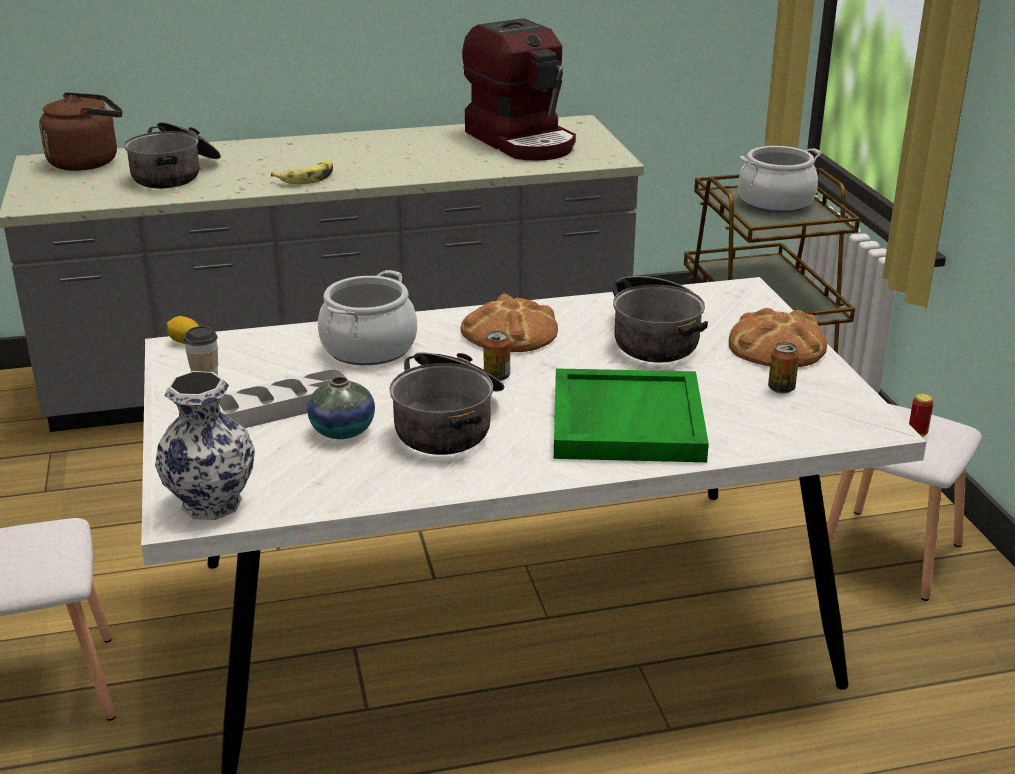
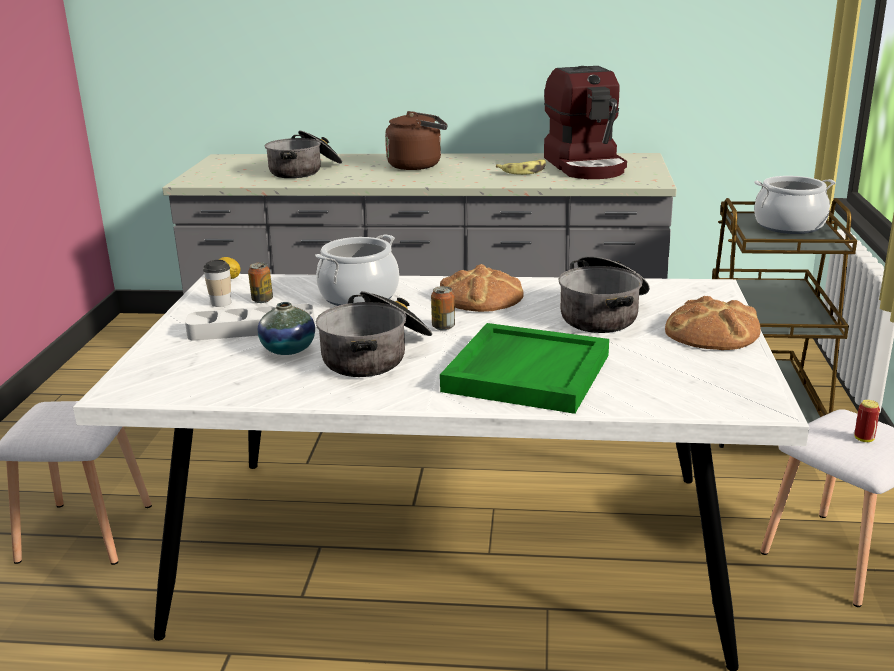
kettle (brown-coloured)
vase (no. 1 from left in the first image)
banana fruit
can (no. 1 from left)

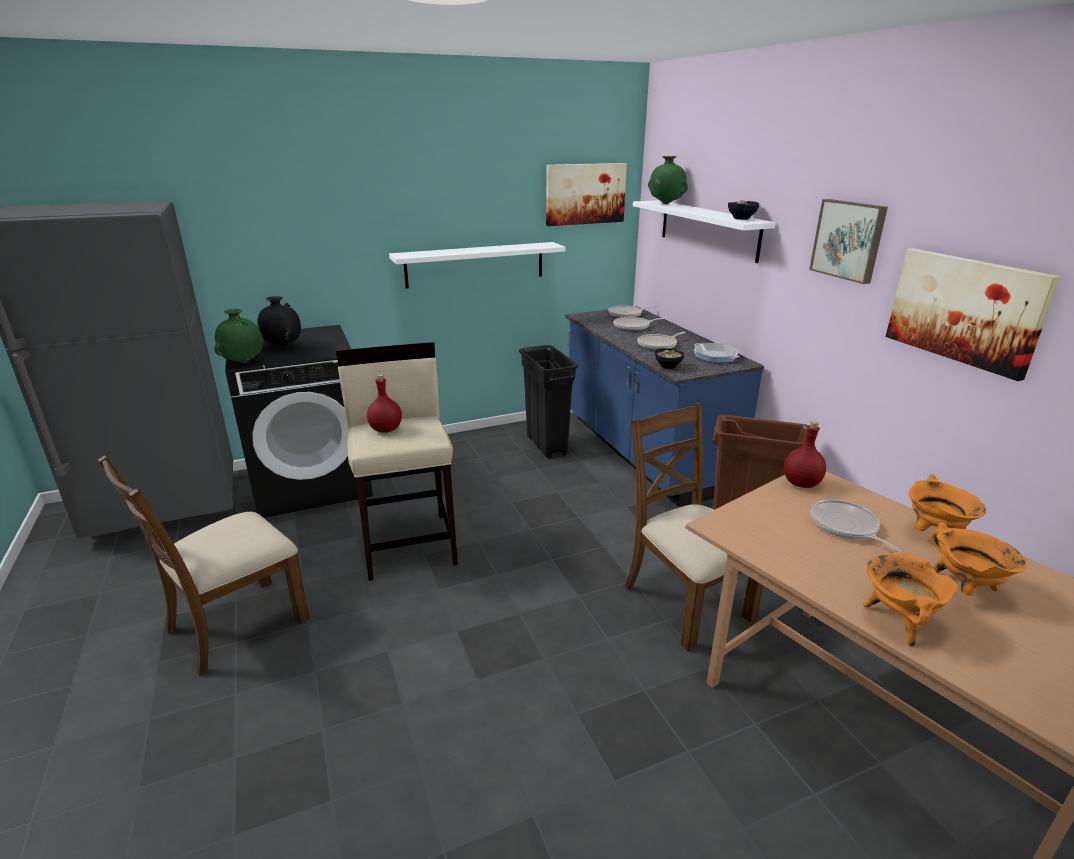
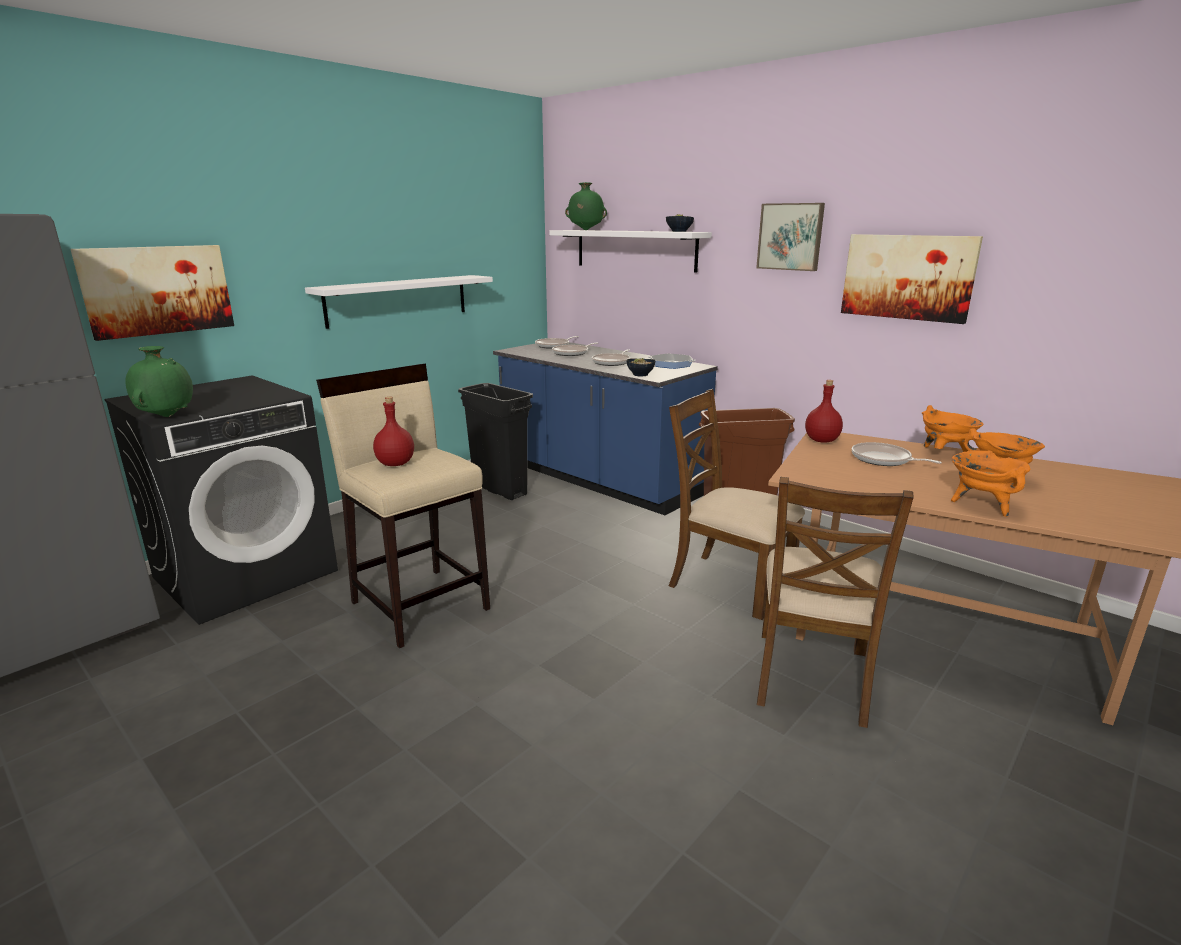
upright chair (brown-coloured) (no. 2 from left)
vase (black)
picture (no. 1 from left)

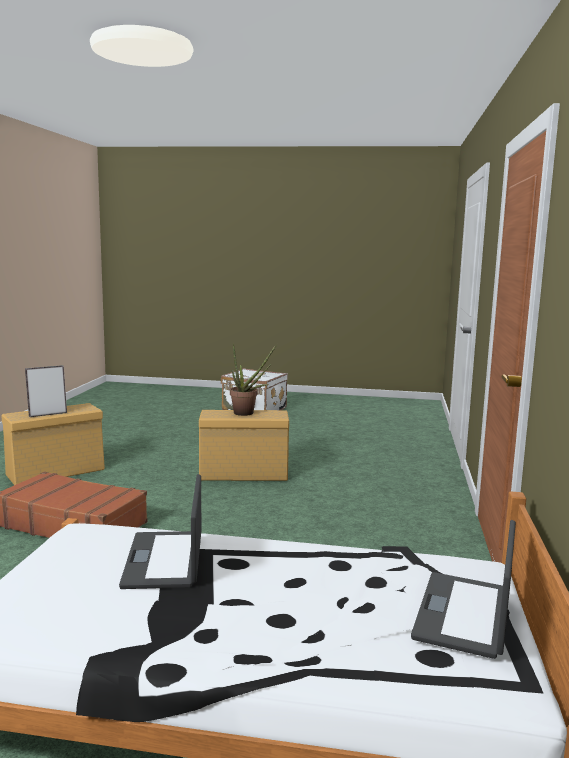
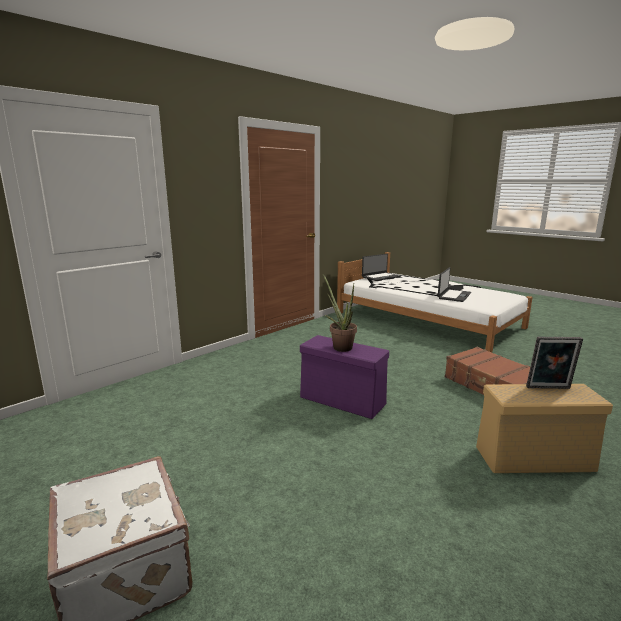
storage box (purple)

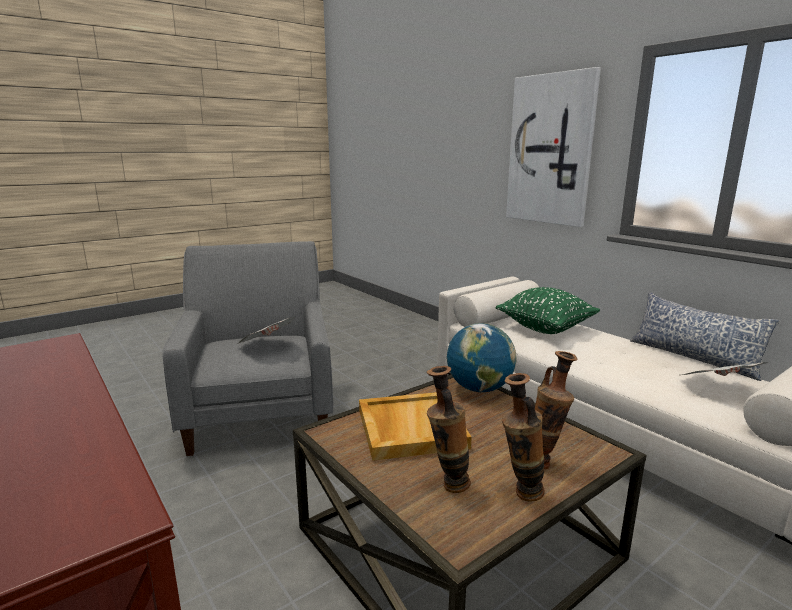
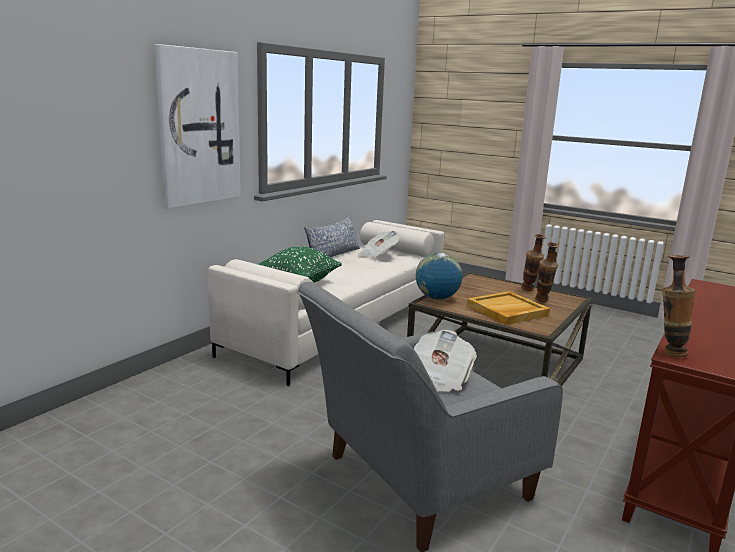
vase (no. 3 from left)

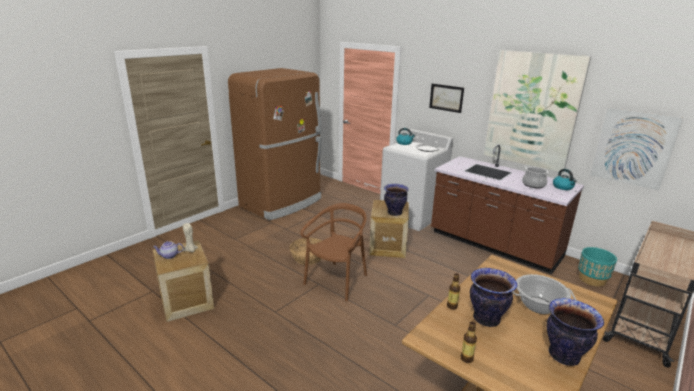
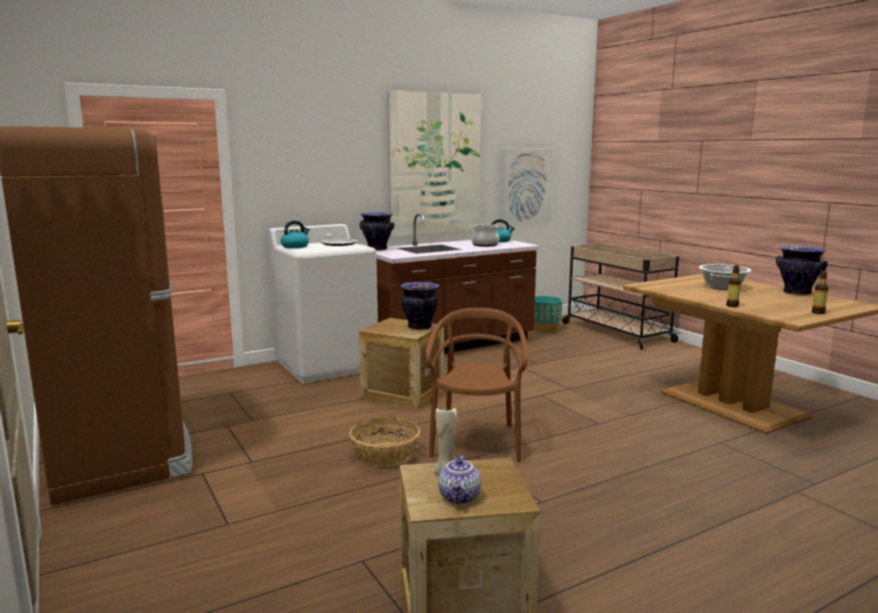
upright chair (brown-coloured)
picture (no. 1 from left in the first image)
vase (no. 1 from left)

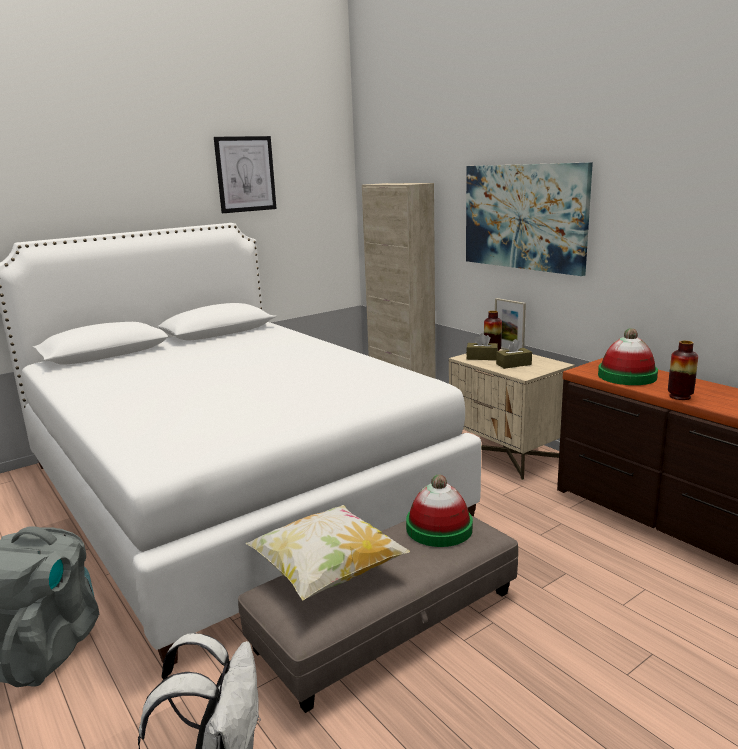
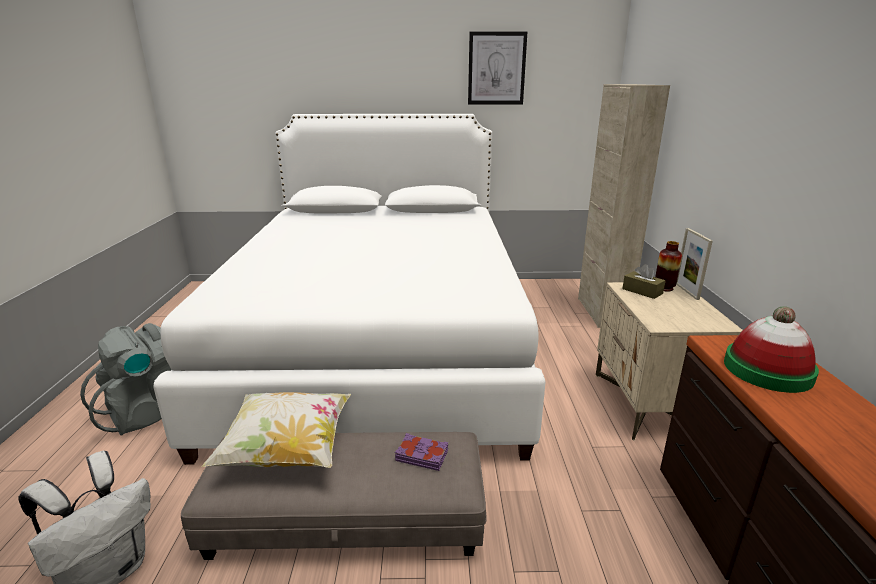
volume (purple)
picture (no. 2 from left in the first image)
tissue box (brown-coloured) (no. 2 from left in the first image)
vase (no. 2 from left in the first image)

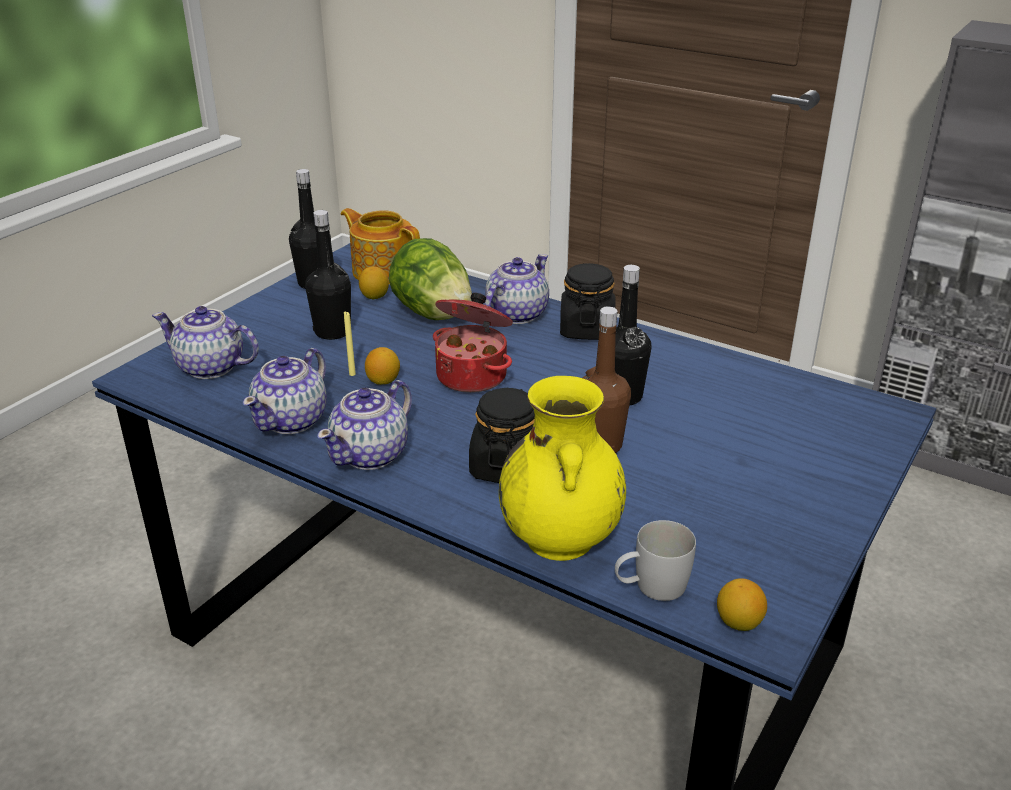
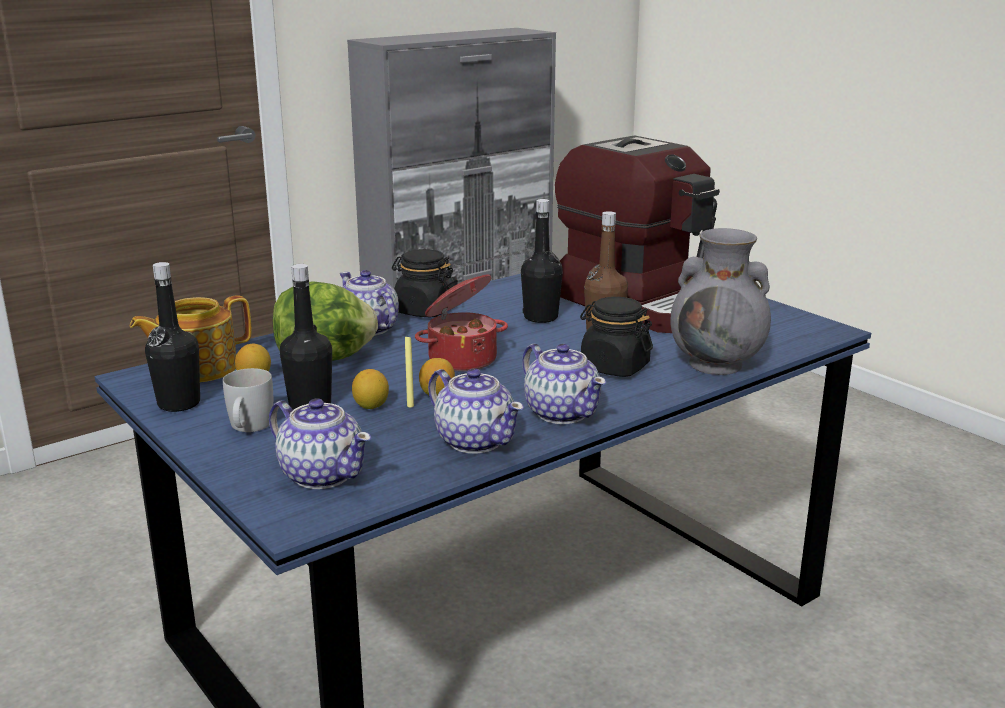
tea pot (no. 2 from left)
vase (grey)
mug (white)
citrus fruit (no. 2 from left)
coffee brewer

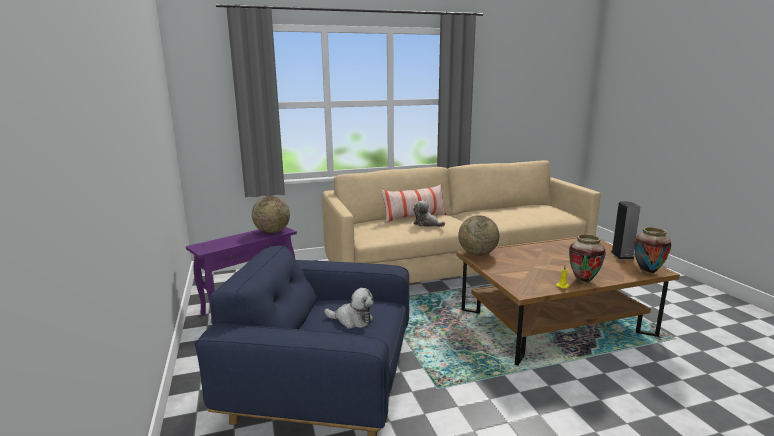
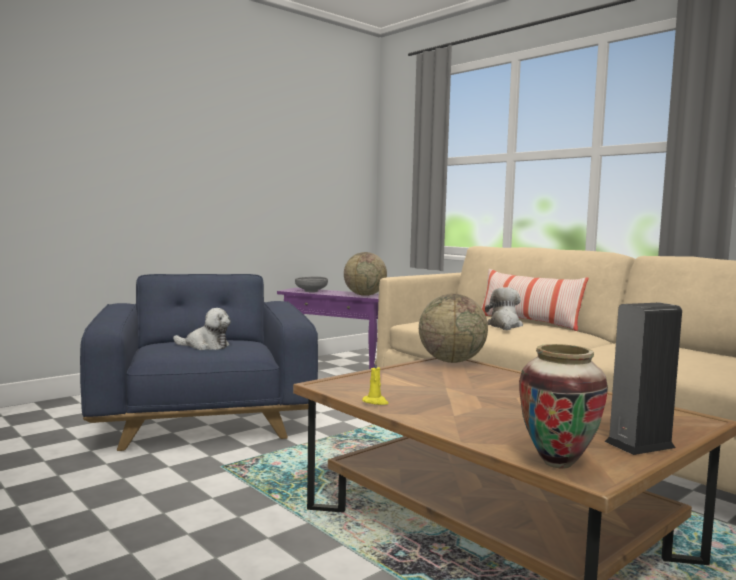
soft toy (no. 1 from left)
vase (no. 1 from left in the first image)
bowl (grey)

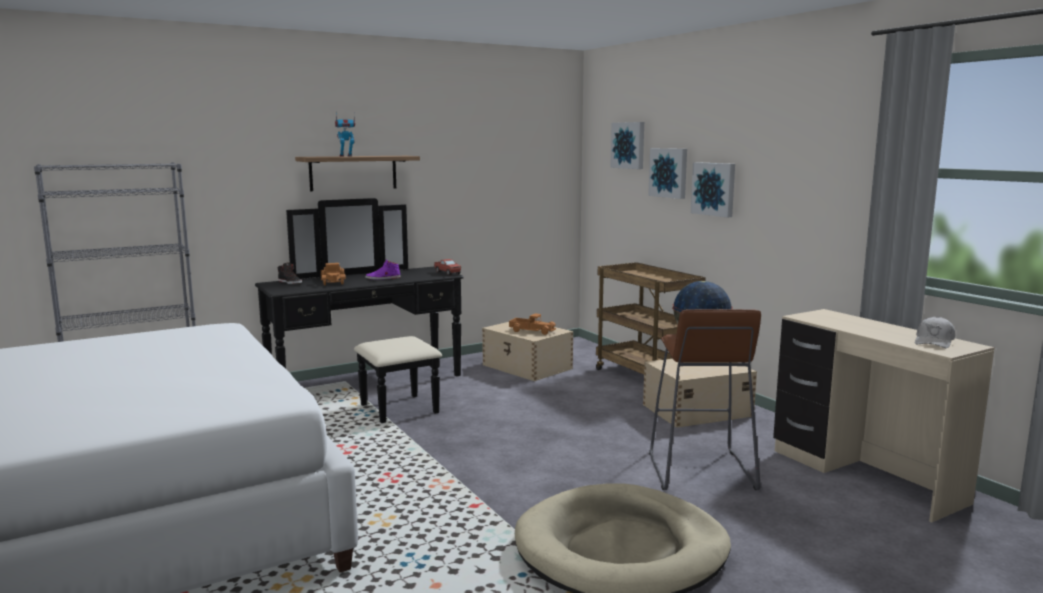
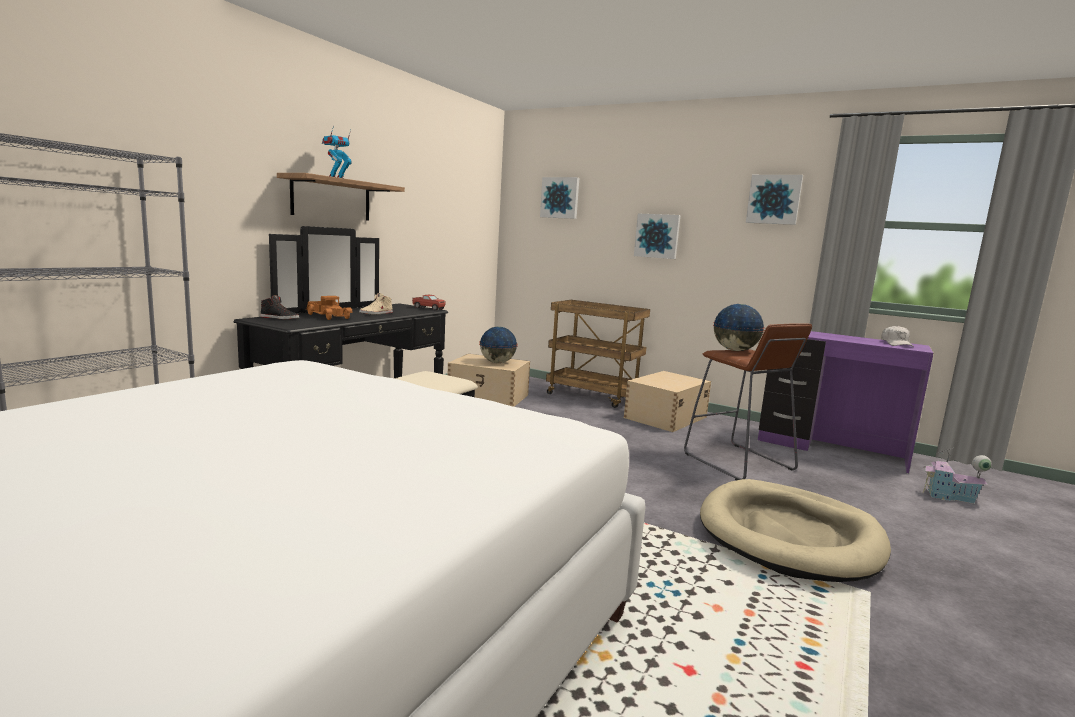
item of footwear (beige-coloured)
desk globe (no. 1 from left)
picture (no. 3 from left)
desk table (purple)
miniature house

